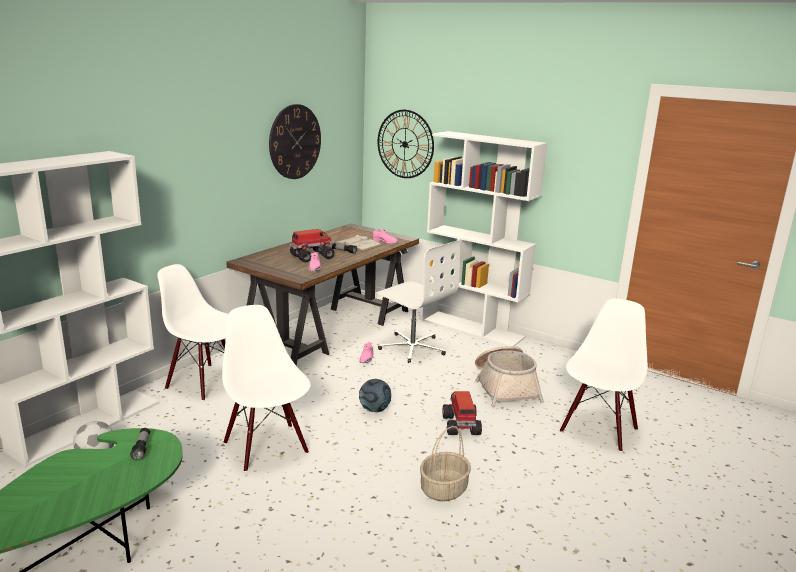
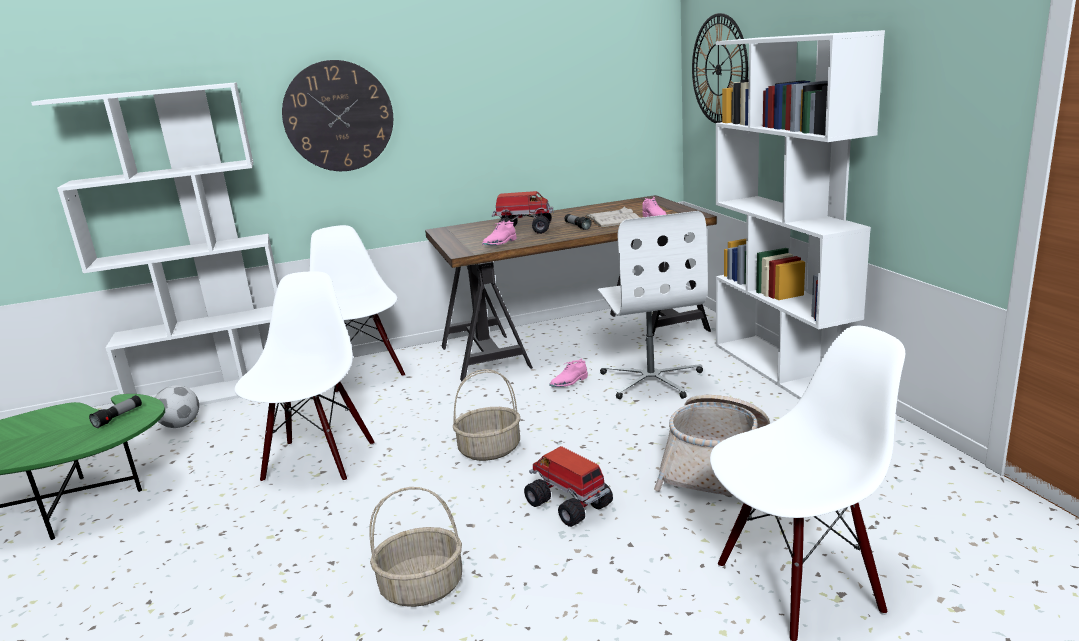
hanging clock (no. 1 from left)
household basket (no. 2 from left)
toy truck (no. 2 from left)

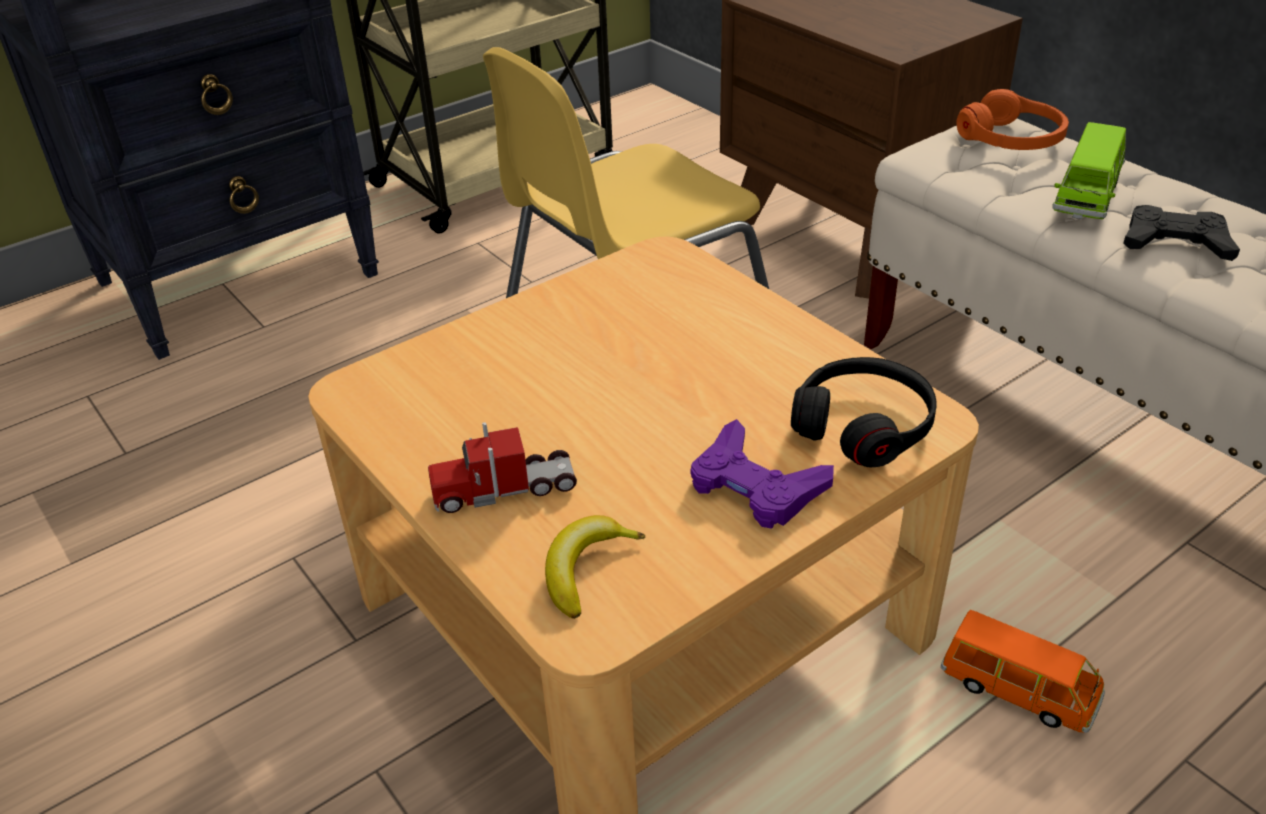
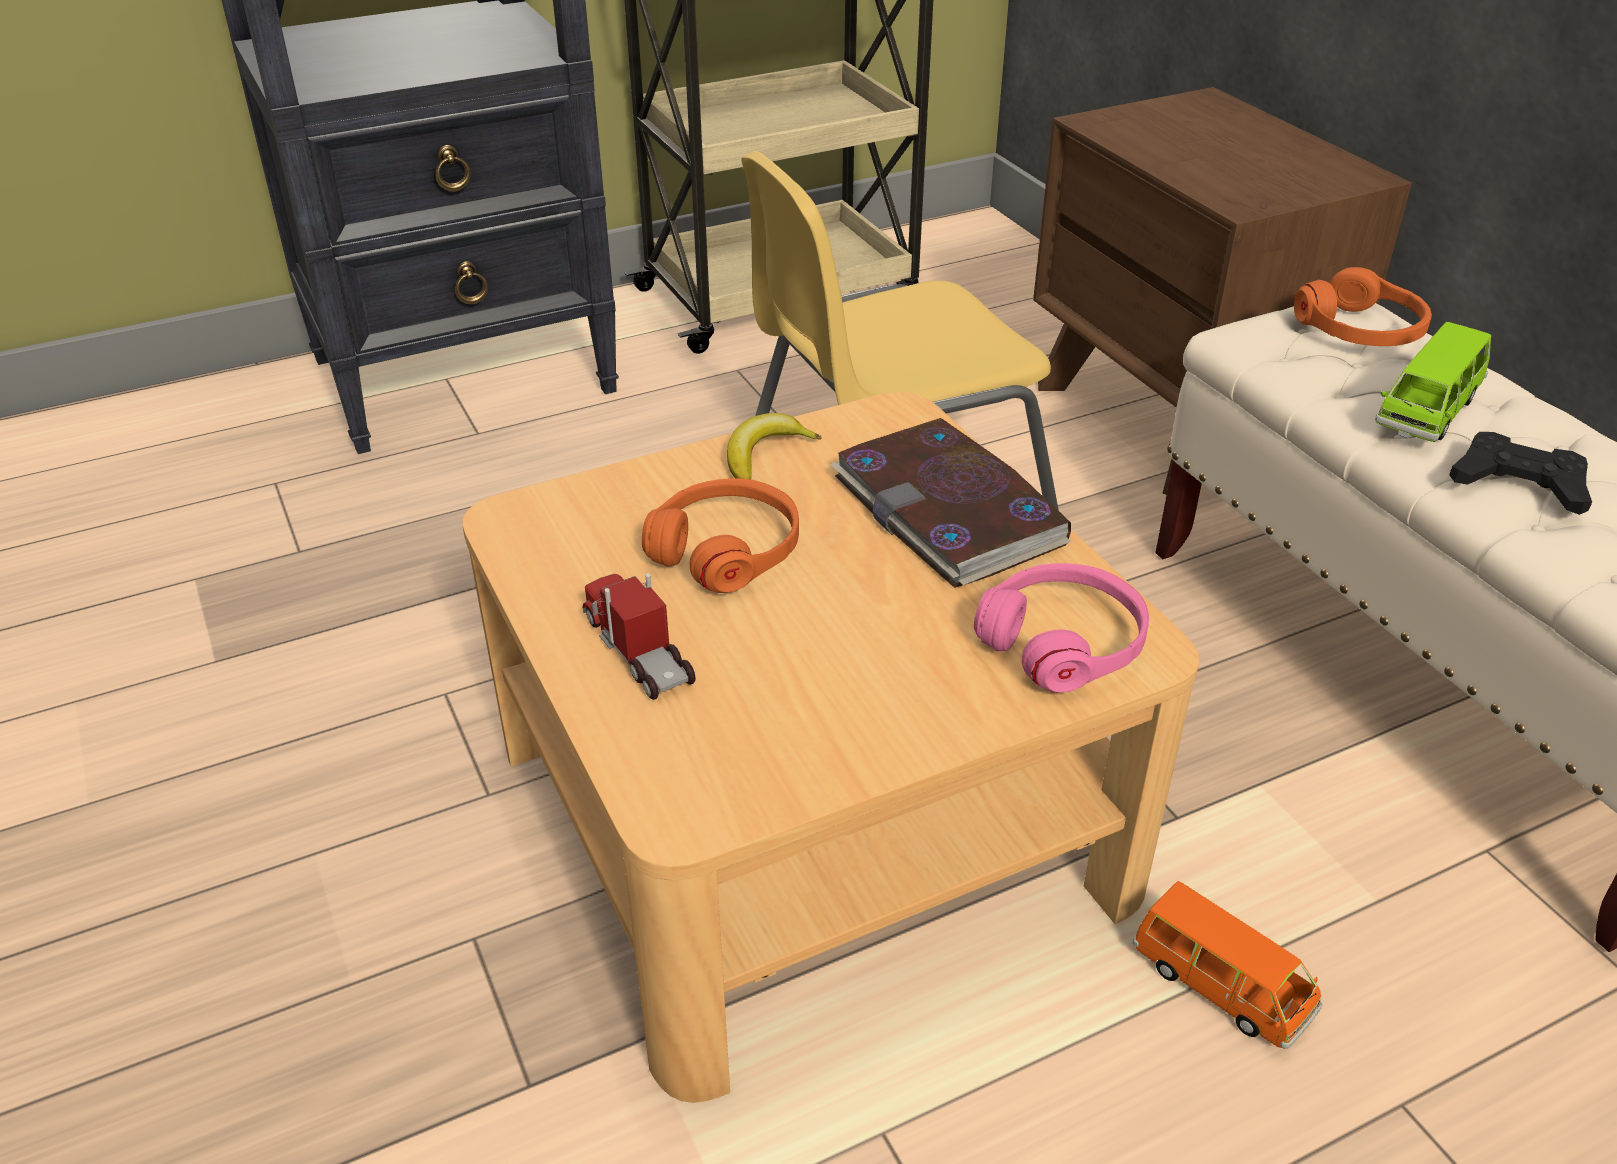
toy truck
banana fruit
gamepad (purple)
pair of headphones (pink)
pair of headphones (orange-coloured) (no. 1 from left)
volume

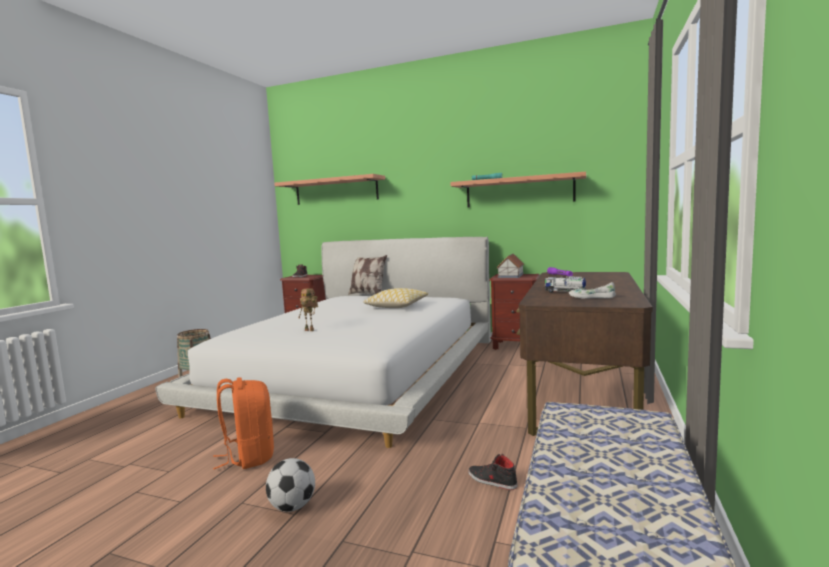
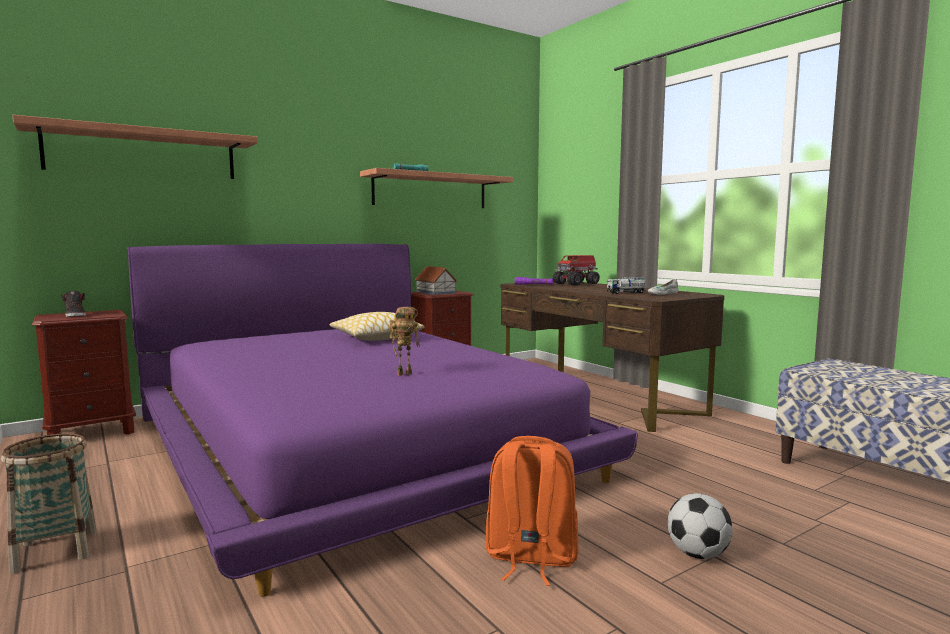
bedroom bed (purple)
throw pillow (no. 1 from left in the first image)
item of footwear (black) (no. 2 from left in the first image)
toy truck (no. 1 from left)

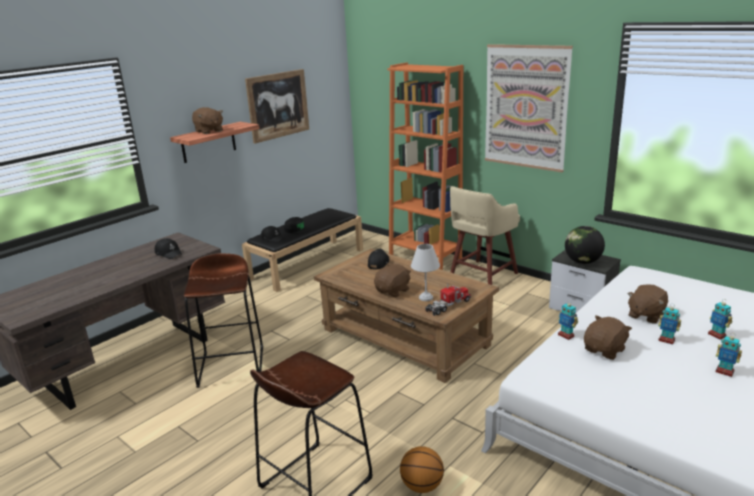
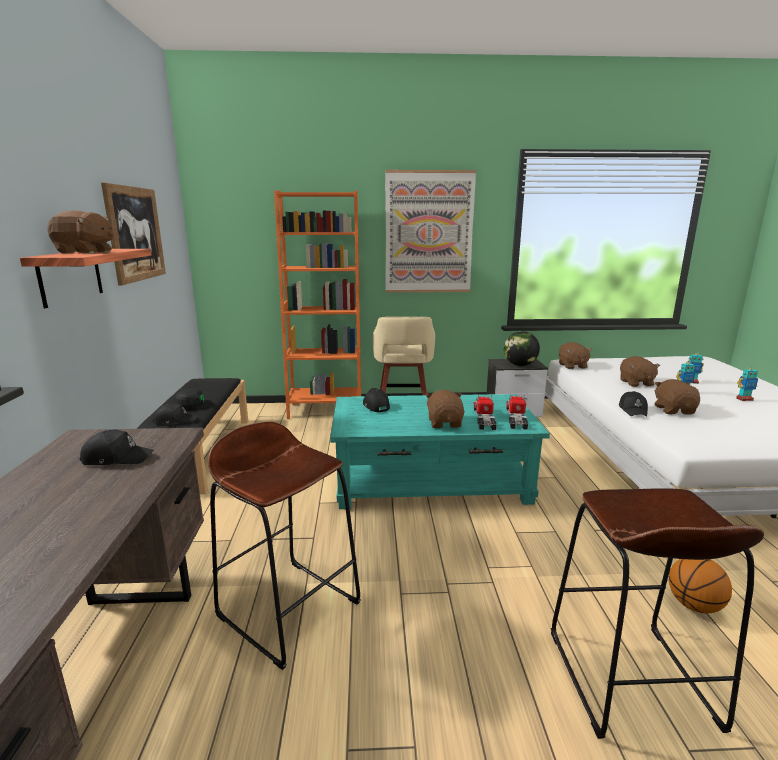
coffee table (blue-green)
toy truck (no. 1 from left)
cap (black) (no. 5 from left)
soft toy (brown-coloured) (no. 3 from left)

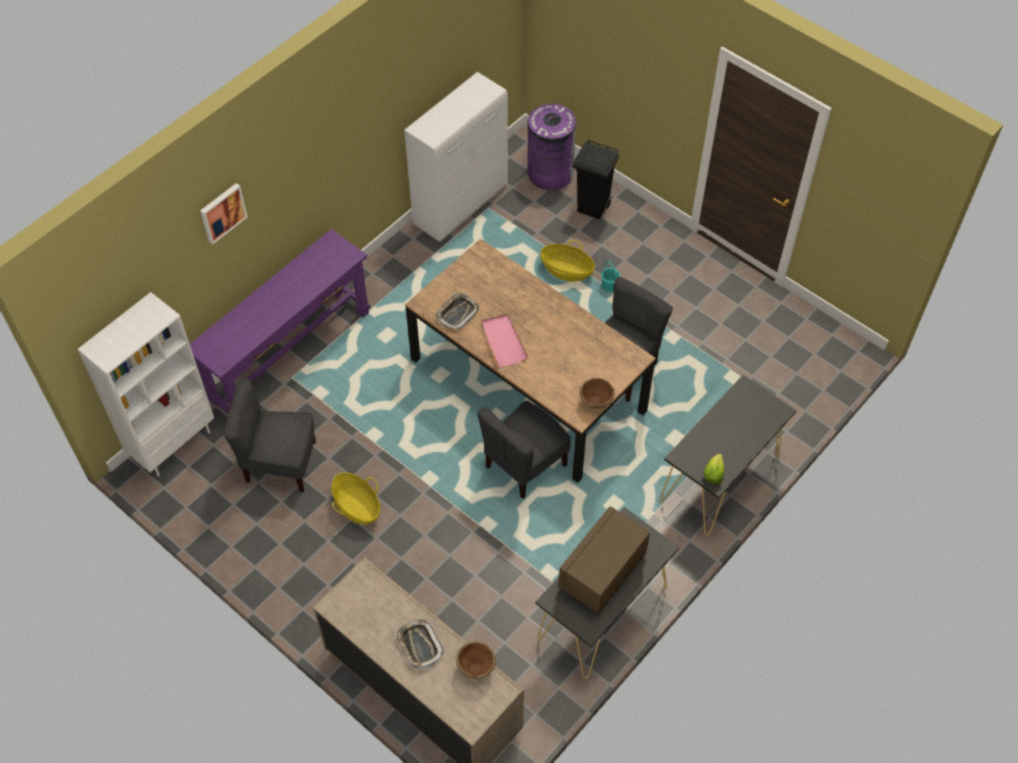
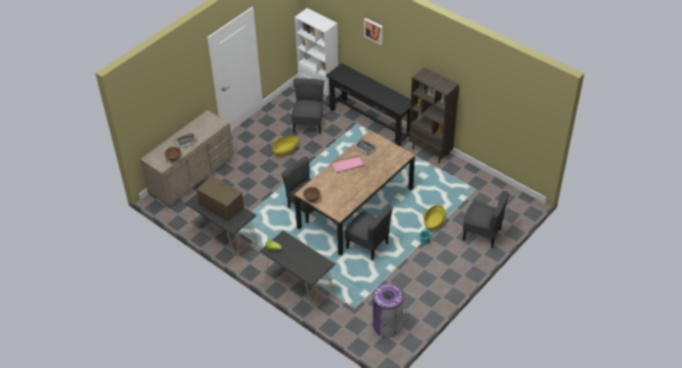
console table (black) (no. 3 from left)
cabinet (white)
trash can (purple)
upright chair (grey) (no. 4 from left)
shelving unit (brown-coloured)

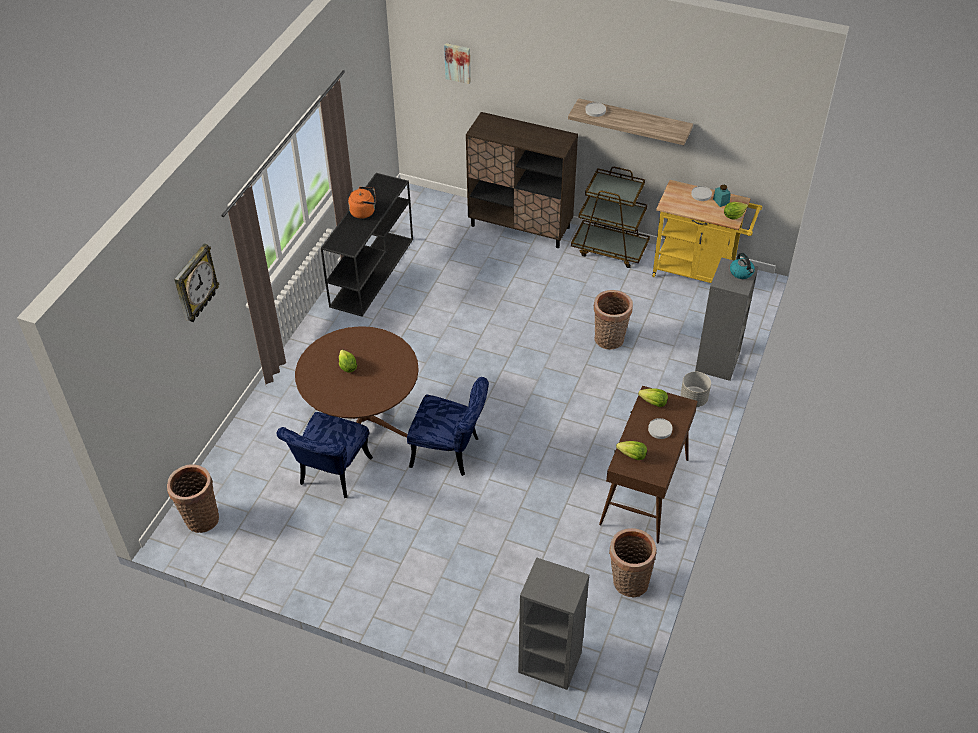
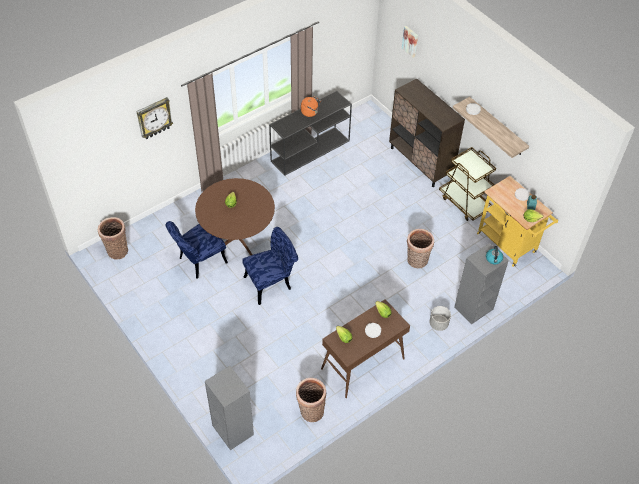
upright chair (blue-coloured) (no. 2 from left)

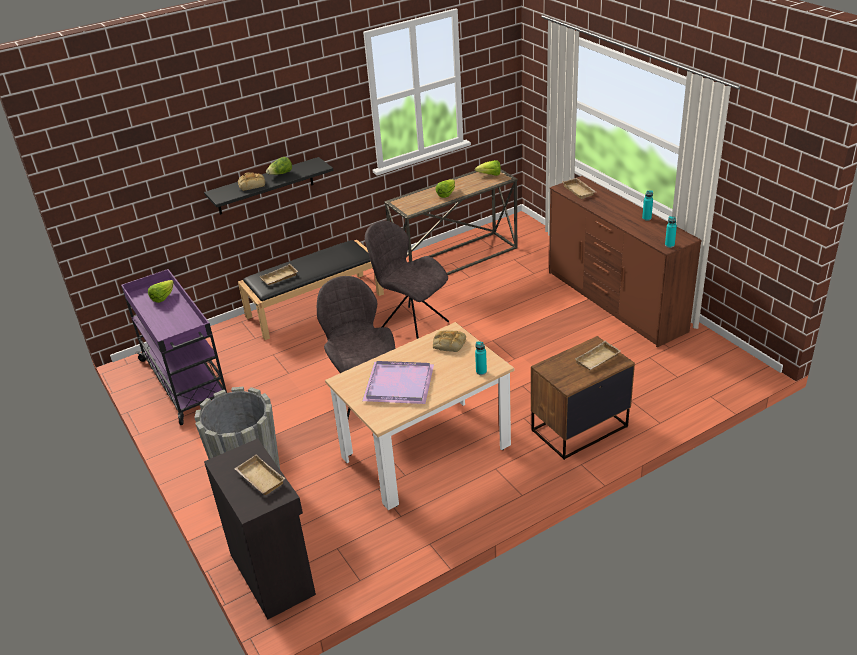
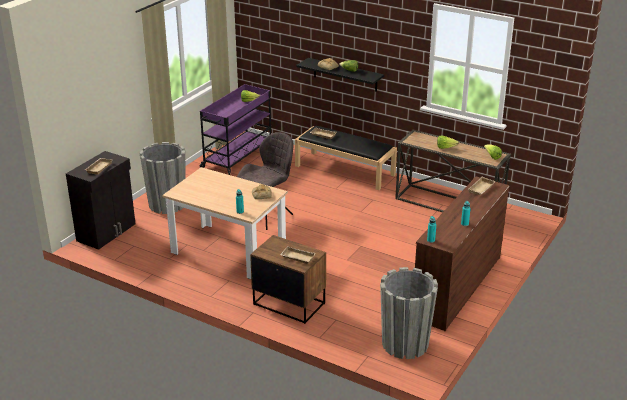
tray (purple)
upright chair (grey) (no. 2 from left in the first image)
flower pot (grey) (no. 2 from left)

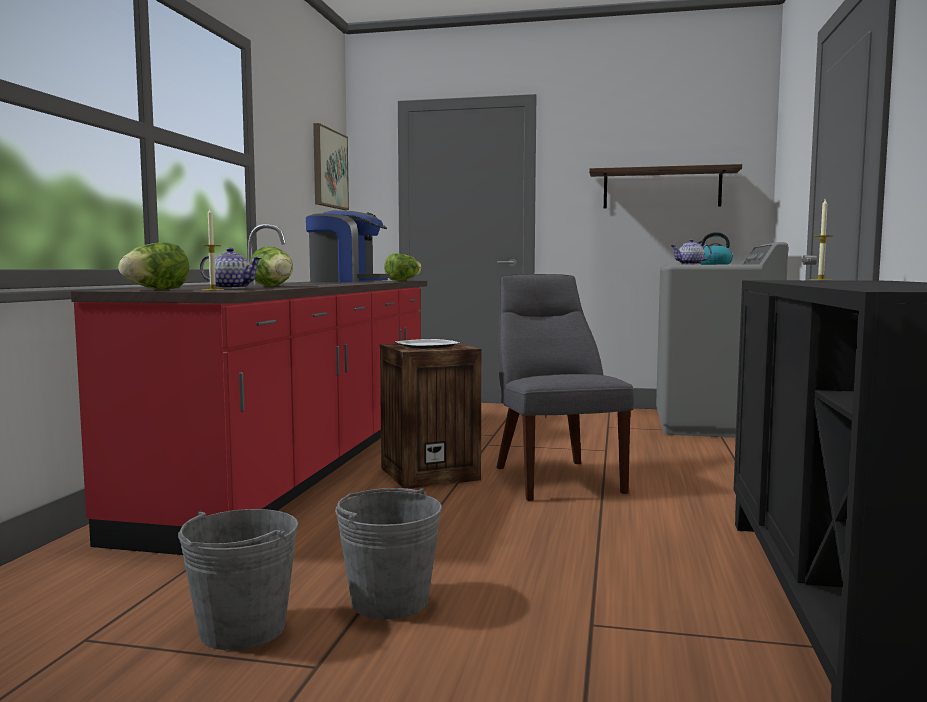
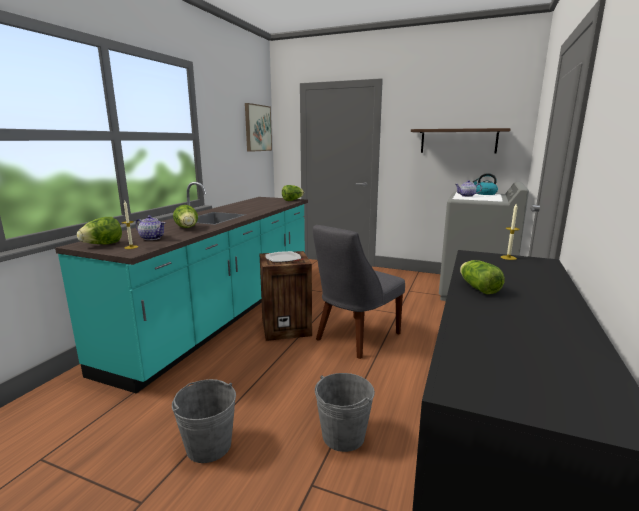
kitchen base unit (blue-green)
bucket (grey) (no. 2 from left)
coffee brewer
upright chair (grey)
head of lettuce (no. 4 from left)

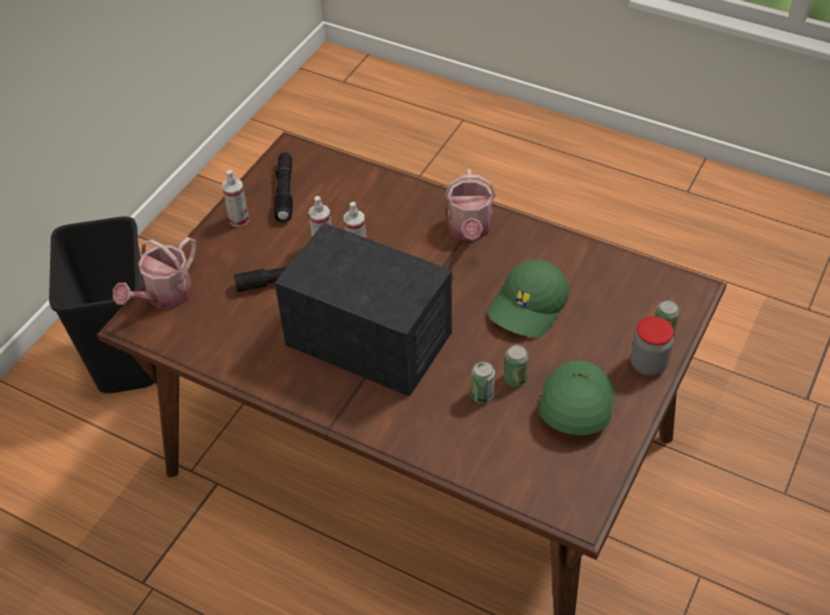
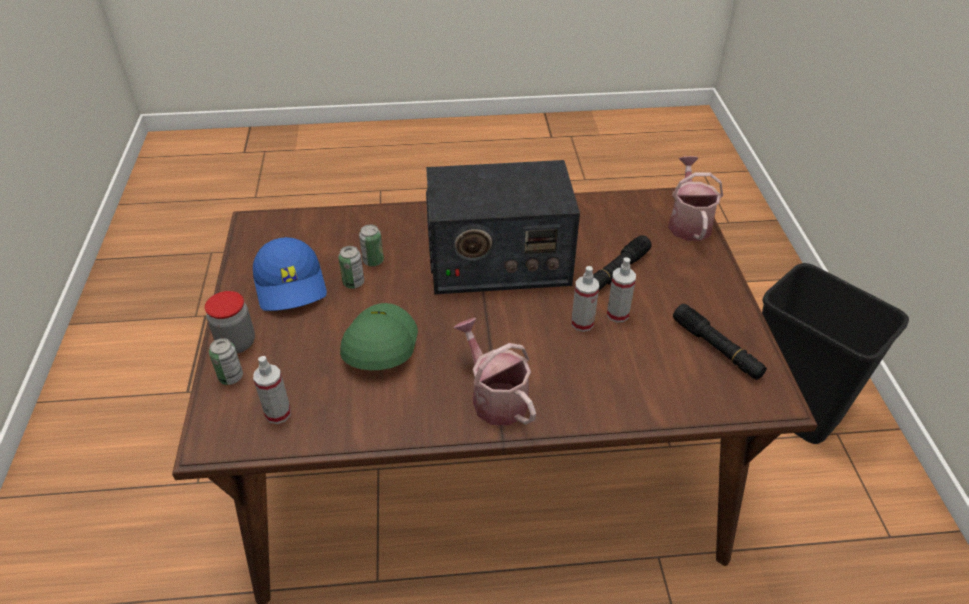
spray bottle (no. 1 from left)
cap (blue-coloured)

